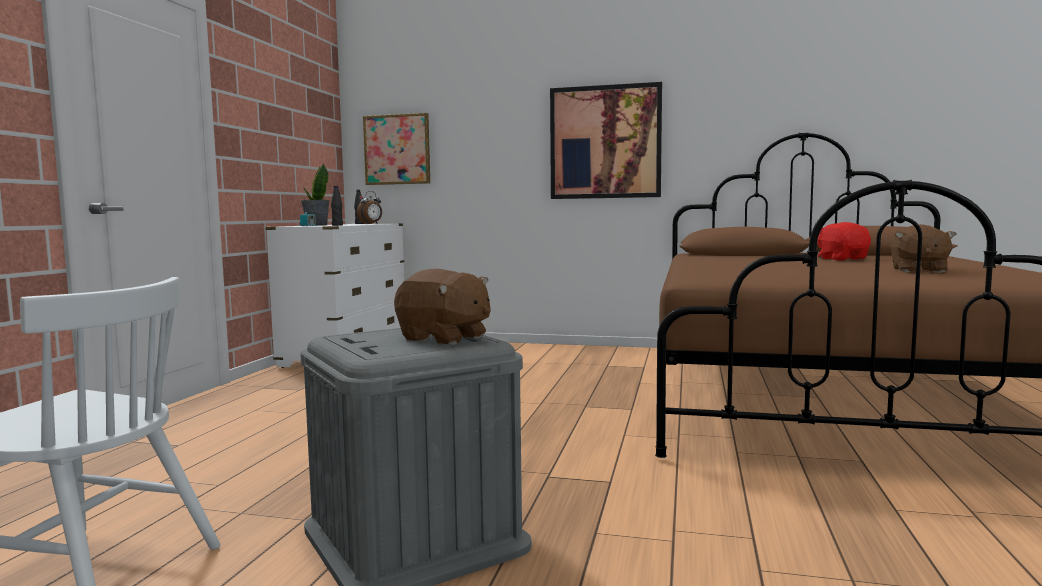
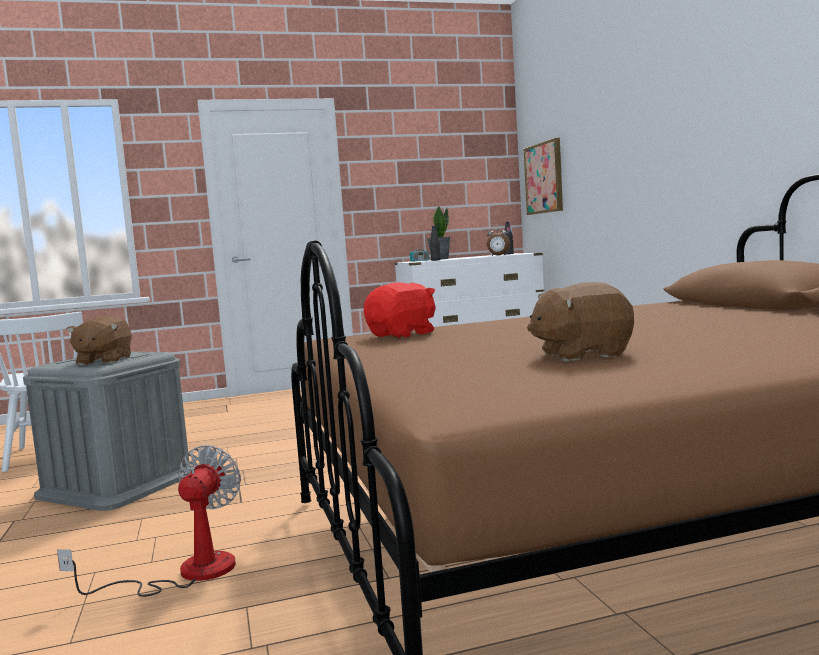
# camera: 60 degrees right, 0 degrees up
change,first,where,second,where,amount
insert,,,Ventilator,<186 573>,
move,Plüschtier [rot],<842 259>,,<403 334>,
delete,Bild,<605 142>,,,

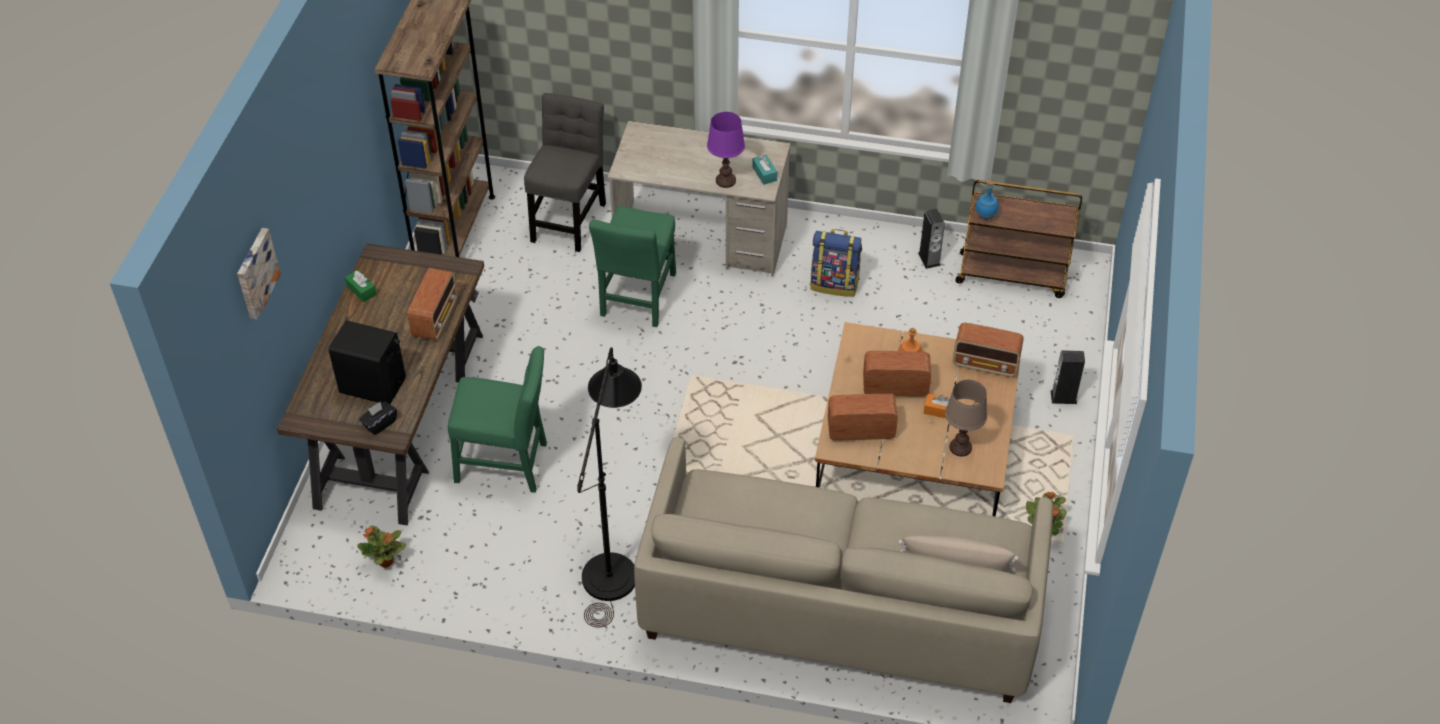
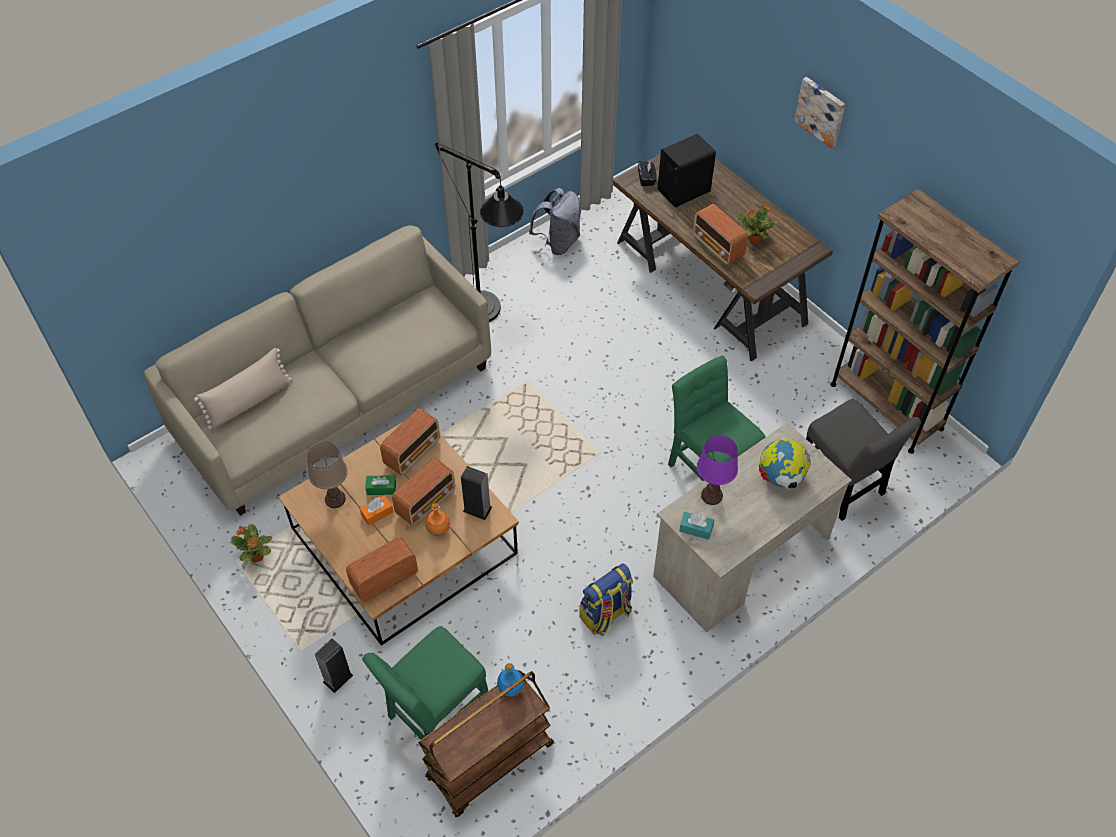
# camera: 130 degrees right, 5 degrees up
change,first,where,second,where,amount
move,Stuhl [grün],<506 464>,,<436 715>,
move,Taschentuchbox [grün],<361 290>,,<381 488>,
move,Lautsprecher,<929 259>,,<477 509>,
insert,,,Rucksack [grau],<558 242>,
move,Topfpflanze,<386 561>,,<753 239>,
insert,,,Globus,<780 477>,
move,Bild,<255 273>,,<821 111>,

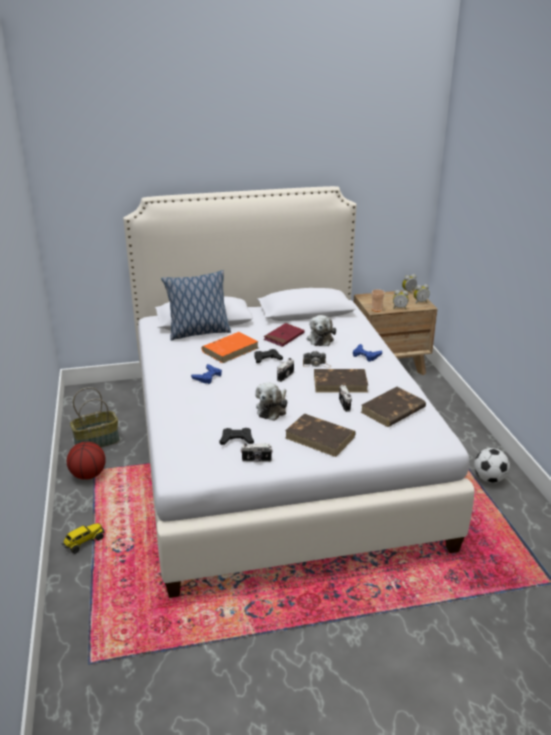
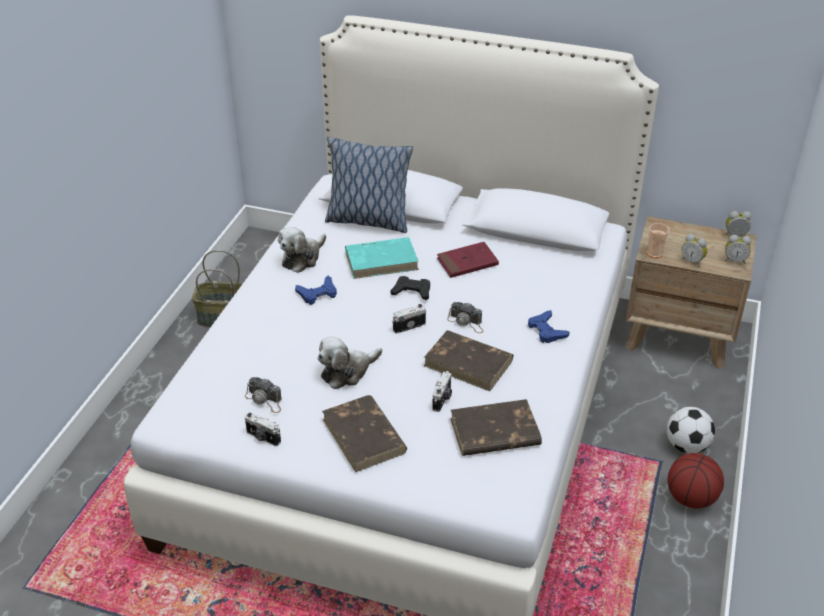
# camera: 30 degrees right, 10 degrees up
change,first,where,second,where,amount
replace,Gamepad [schwarz],<236 440>,Kamera,<265 400>,
move,Plüschtier,<320 339>,,<302 258>,
recolor,Buch [orange],<230 349>,Buch [türkis],<382 260>,
move,Fußball,<489 479>,,<686 446>,
move,Basketball,<88 475>,,<691 498>,
delete,Spielzeuglaster,<84 542>,,,

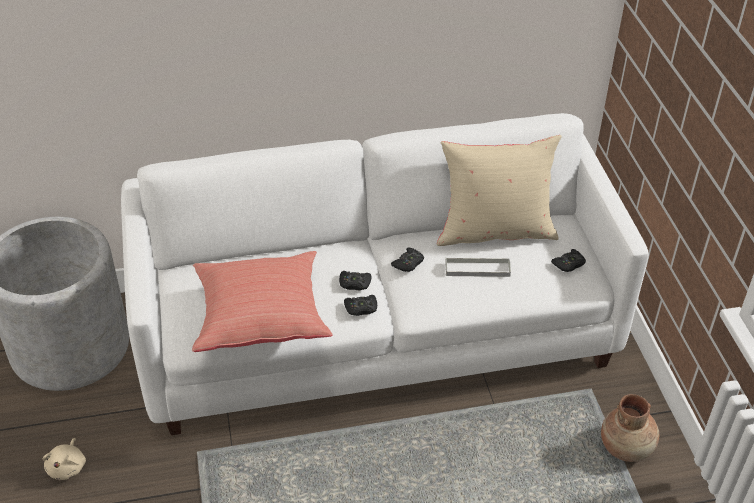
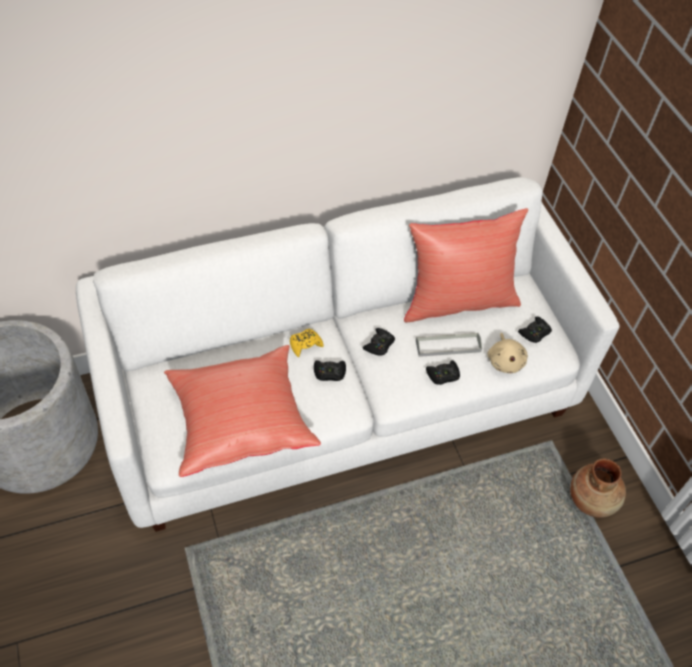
# camera: 10 degrees left, 10 degrees up
change,first,where,second,where,amount
insert,,,Gamepad [gelb],<305 344>,
recolor,Kissen [beige],<494 231>,Kissen [rot],<458 300>,
move,Gamepad [schwarz],<361 308>,,<443 375>,
move,Plüschtier [beige],<68 467>,,<505 361>,

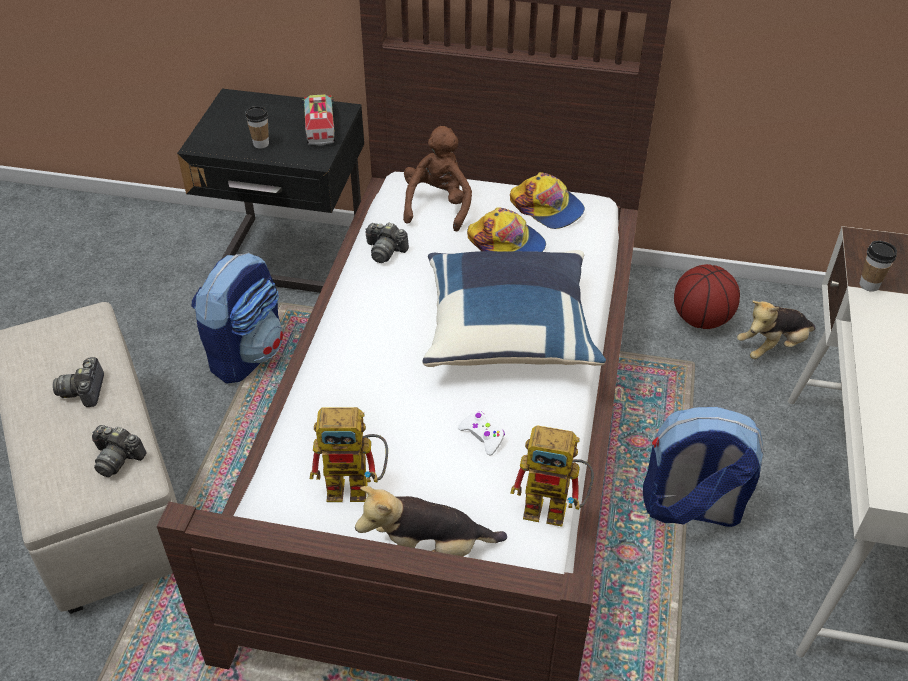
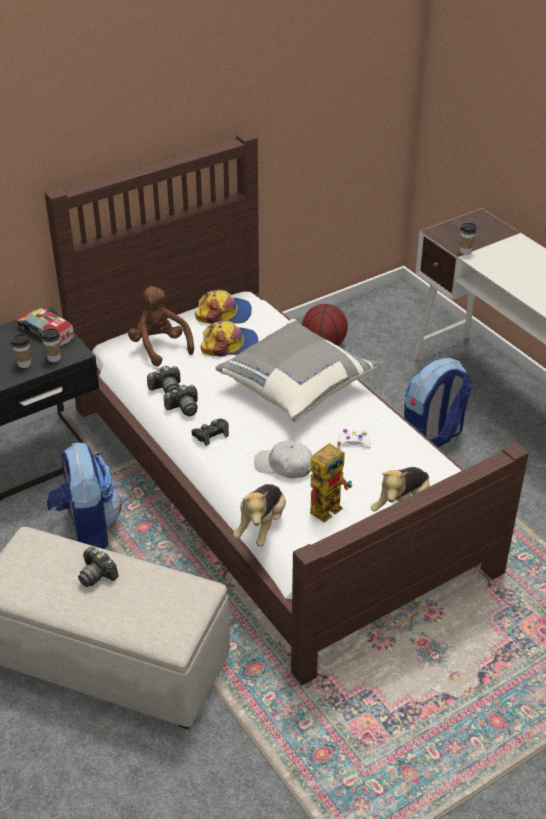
# camera: 45 degrees left, 5 degrees down
change,first,where,second,where,amount
insert,,,Tasse,<54 358>,
move,Kamera,<117 458>,,<183 408>,
insert,,,Gamepad [schwarz],<211 434>,
recolor,Kissen [blau],<509 331>,Kissen [grau],<295 387>,
move,Plüschtier,<773 347>,,<262 526>,
insert,,,Kappe [weiß],<284 466>,
delete,Spielzeugroboter,<555 509>,,,

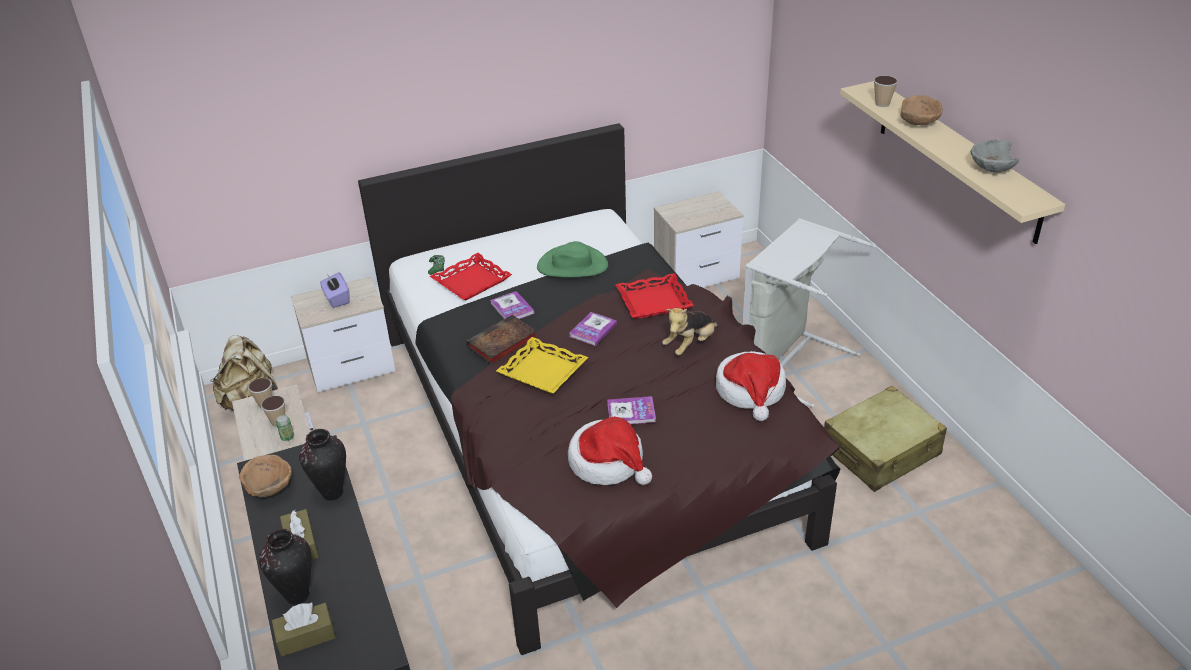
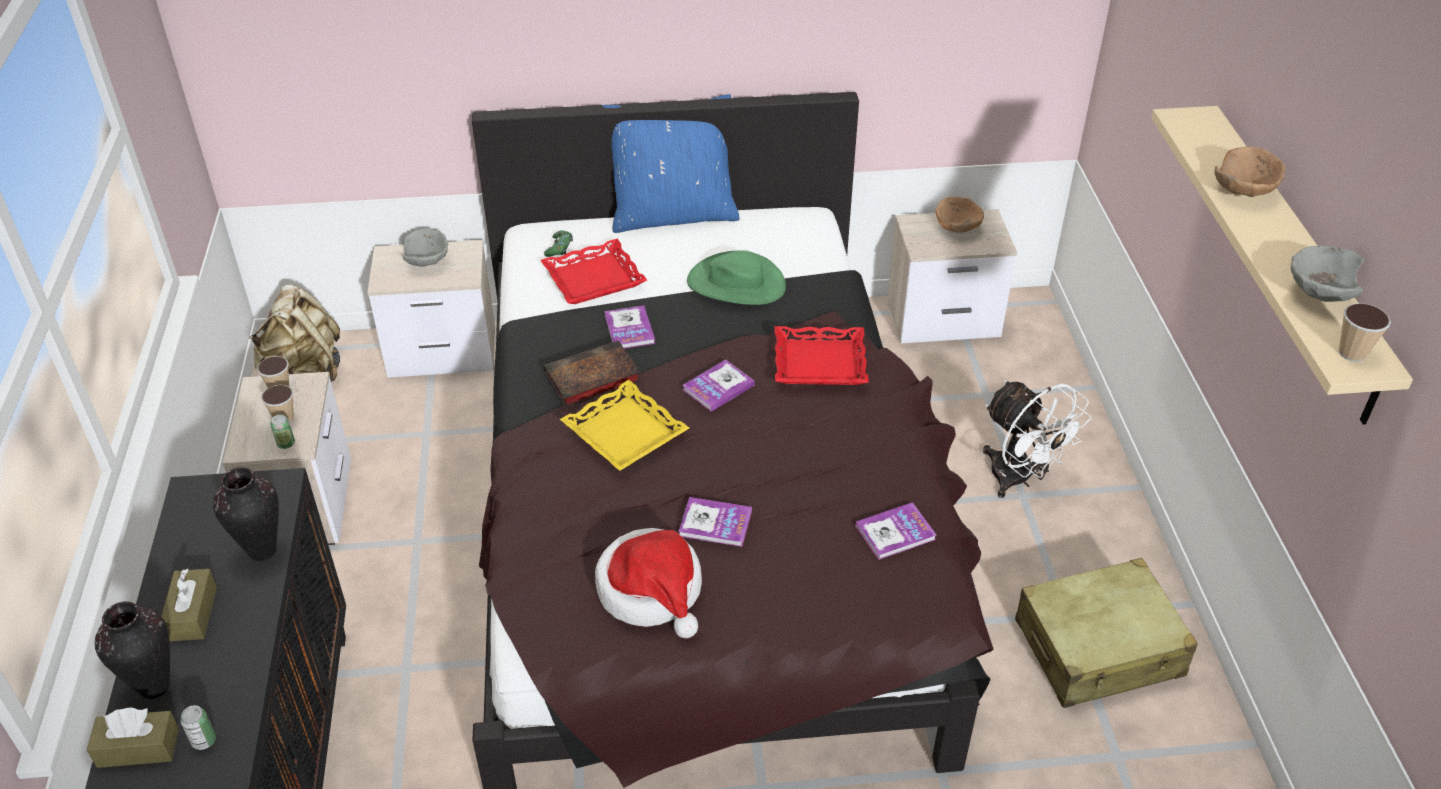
# camera: 15 degrees right, 5 degrees up
change,first,where,second,where,amount
insert,,,Dose,<204 740>,
replace,Taschentuchbox [lila],<337 299>,Schüssel [grau],<428 263>,
insert,,,Kissen [blau],<673 214>,
replace,Hut,<751 391>,Buch,<895 532>,
move,Schüssel [braun],<271 489>,,<958 229>,
replace,Wäschekorb [grau],<788 362>,Ventilator [weiß],<1019 479>,
move,Tasse,<882 104>,,<1352 353>,
delete,Plüschtier,<690 344>,,,

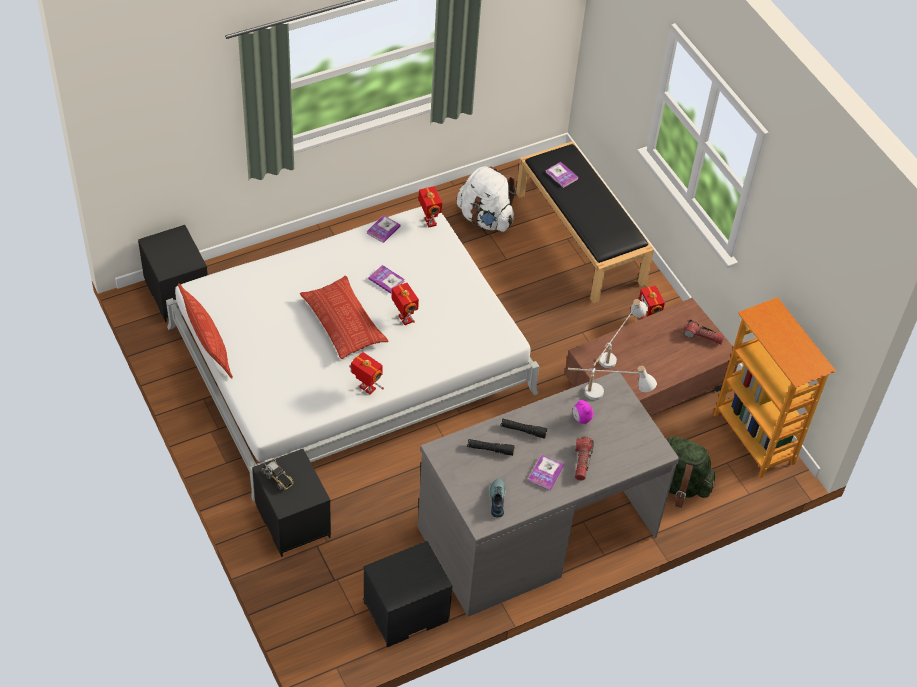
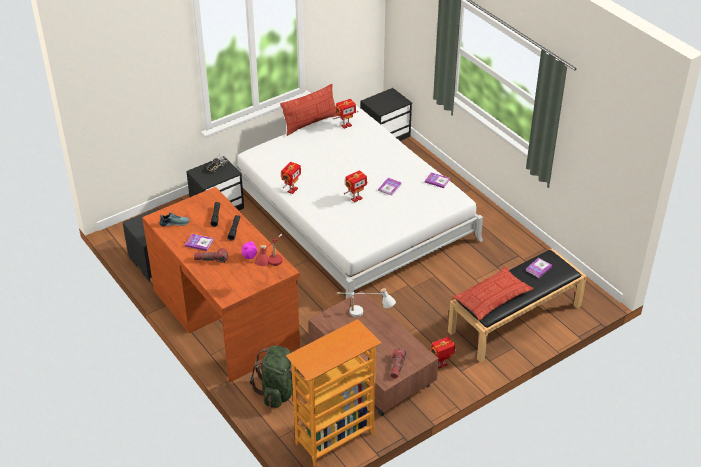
# camera: 85 degrees right, 10 degrees down
change,first,where,second,where,amount
recolor,Schreibtisch [grau],<535 531>,Schreibtisch [braun],<226 317>,
recolor,Tischlampe [weiß],<607 397>,Tischlampe [rot],<272 268>,
move,Spielzeugroboter,<429 222>,,<346 125>,
move,Kissen,<343 322>,,<492 297>,
delete,Rucksack [weiß],<485 218>,,,

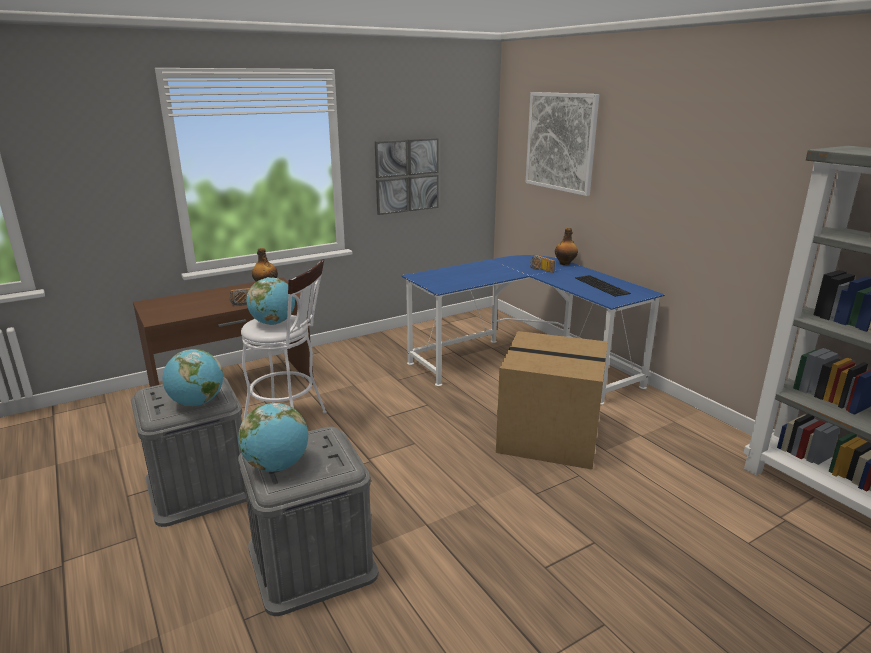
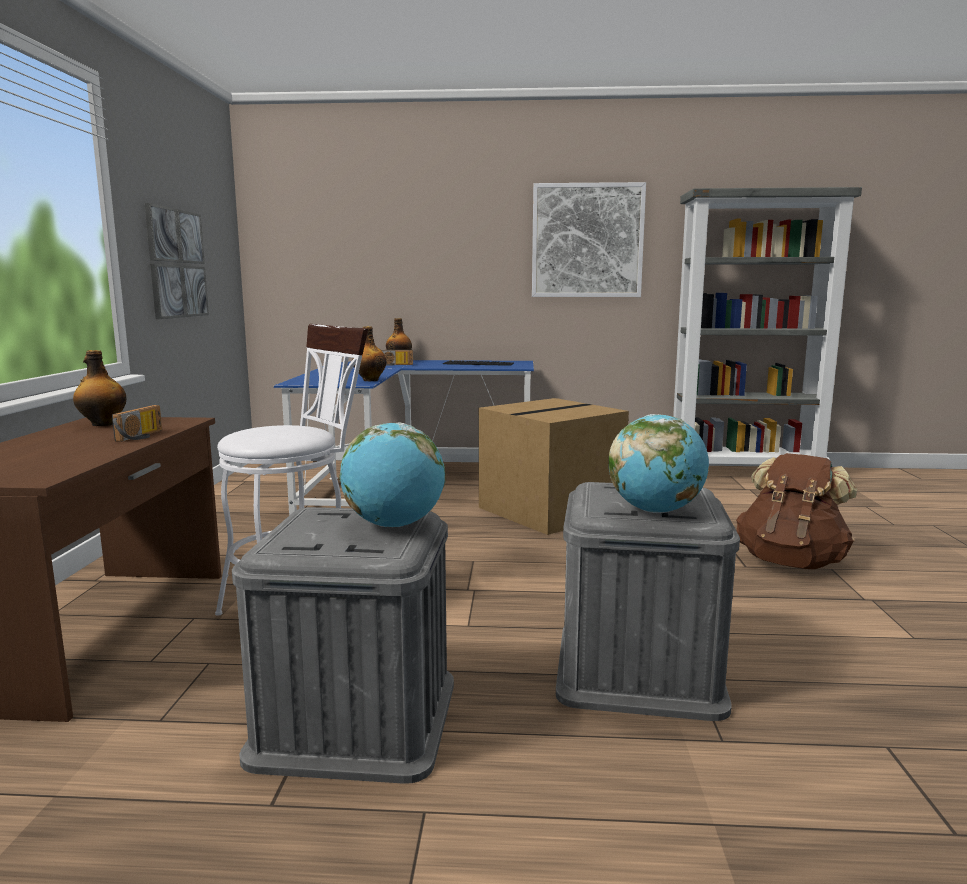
# camera: 55 degrees left, 10 degrees down
change,first,where,second,where,amount
insert,,,Flasche,<370 380>,
move,Bild,<560 142>,,<587 241>,
insert,,,Rucksack [braun],<790 562>,
delete,Globus,<273 323>,,,

